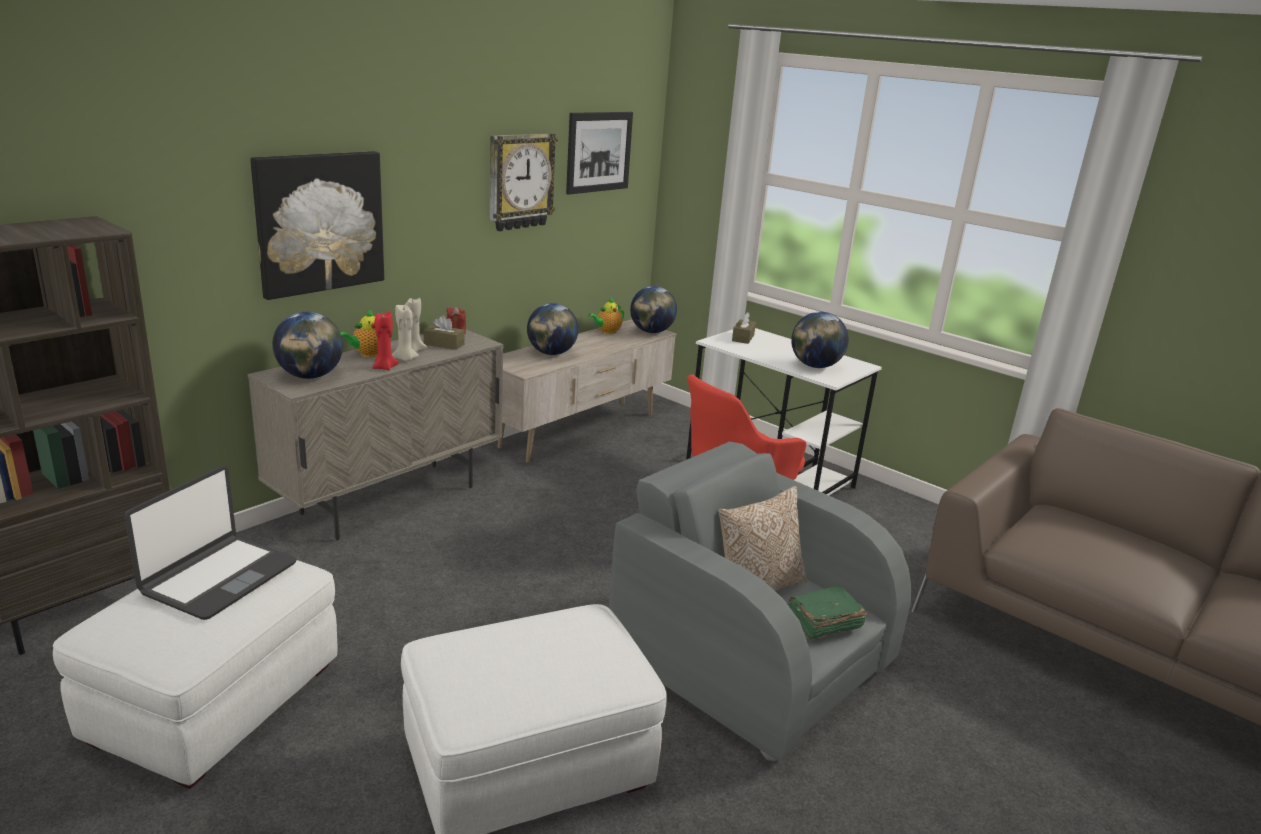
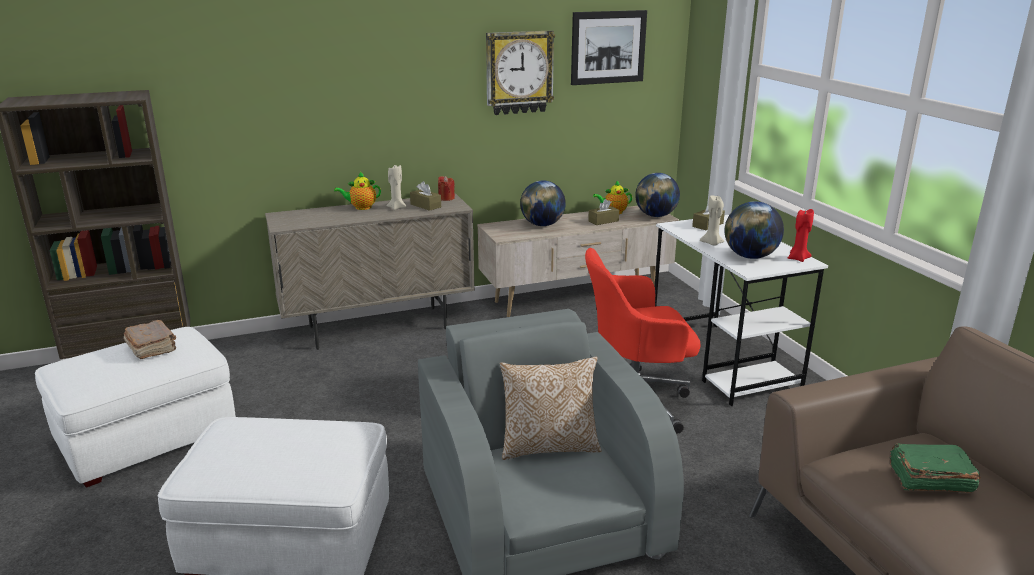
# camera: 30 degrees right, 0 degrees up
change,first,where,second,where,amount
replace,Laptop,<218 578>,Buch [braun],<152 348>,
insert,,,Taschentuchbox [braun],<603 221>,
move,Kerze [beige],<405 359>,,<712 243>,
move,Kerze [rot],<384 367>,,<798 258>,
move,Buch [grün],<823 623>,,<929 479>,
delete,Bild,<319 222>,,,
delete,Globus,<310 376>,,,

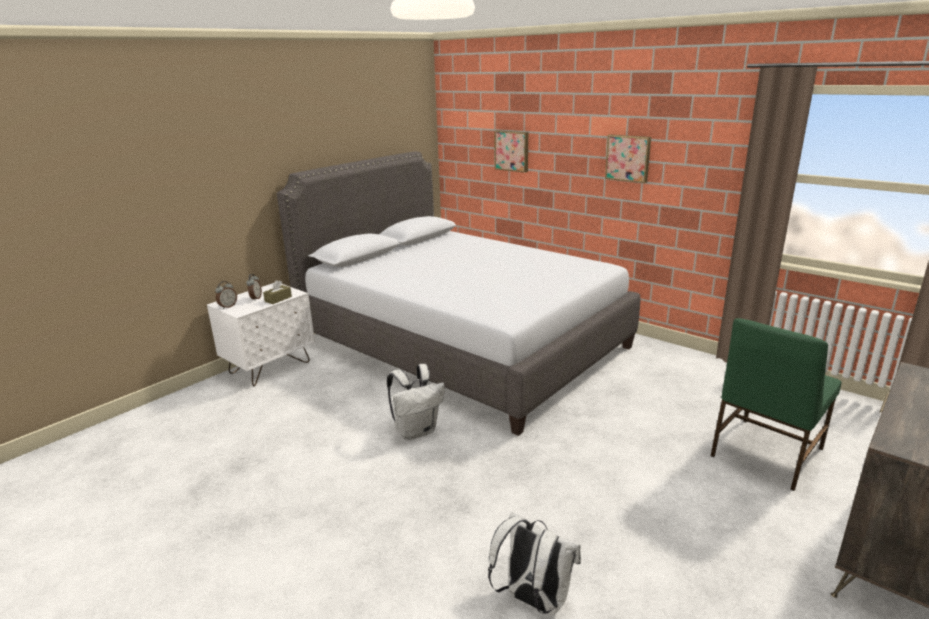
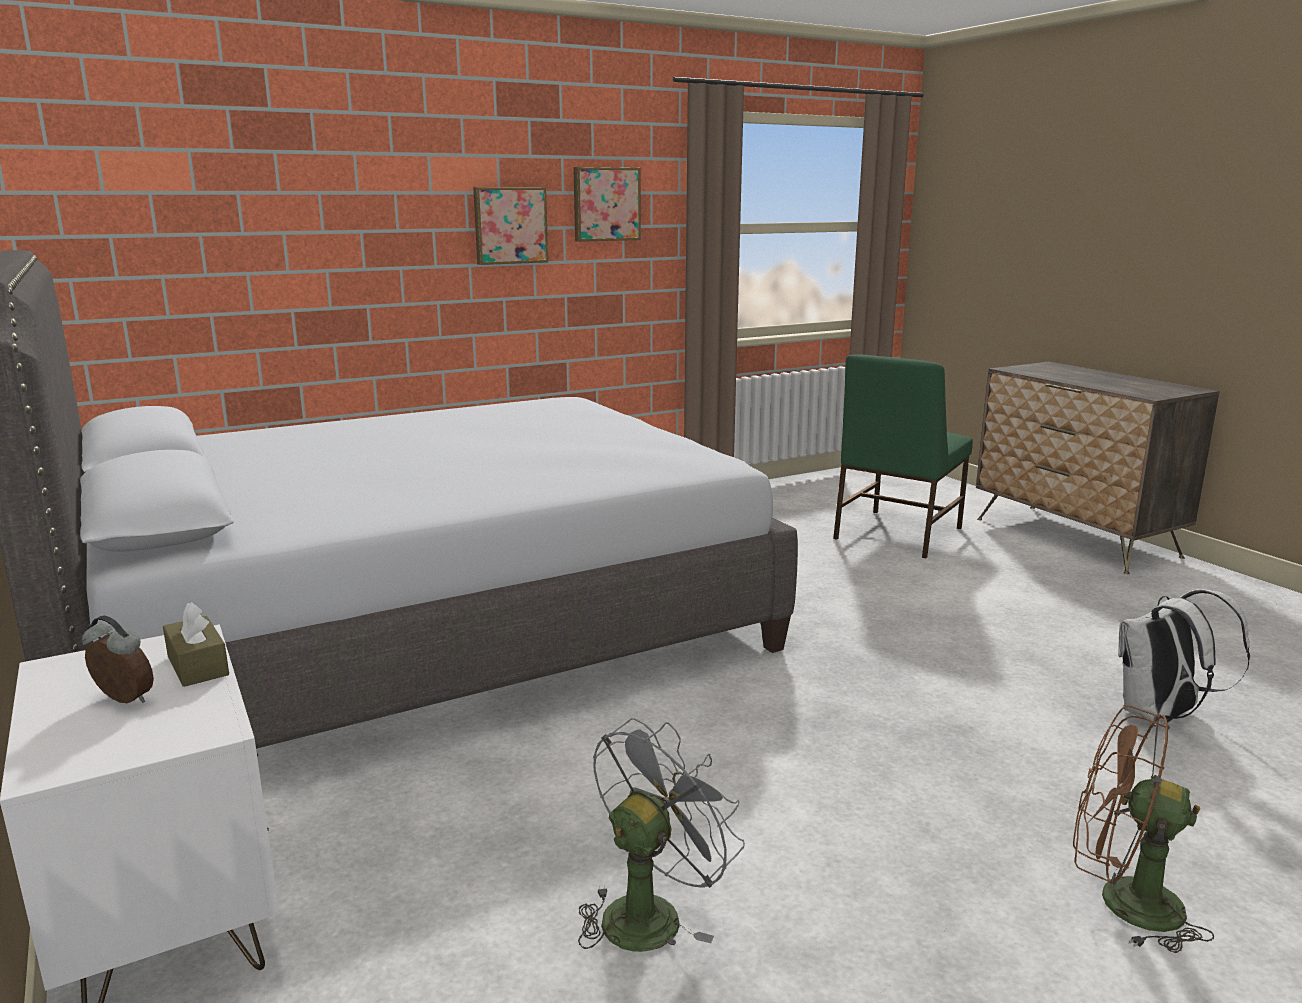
# camera: 70 degrees left, 5 degrees down
change,first,where,second,where,amount
move,Bild,<512 150>,,<605 204>,
insert,,,Ventilator [grau],<650 912>,
rotate,Stuhl [grün],<765 453>,,<896 534>,60 degrees clockwise
insert,,,Ventilator [braun],<1122 902>,
delete,Wecker,<227 306>,,,
delete,Rucksack [weiß],<416 431>,,,

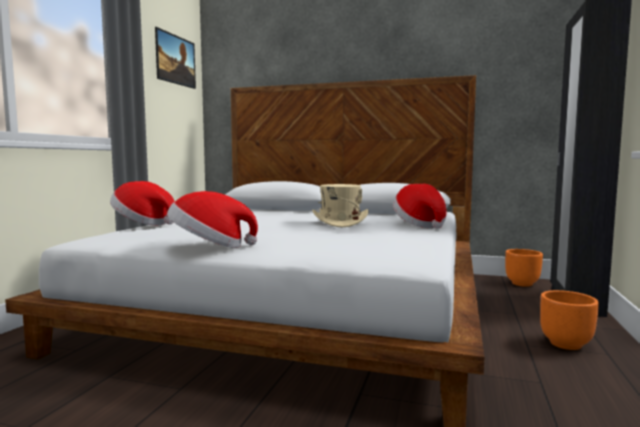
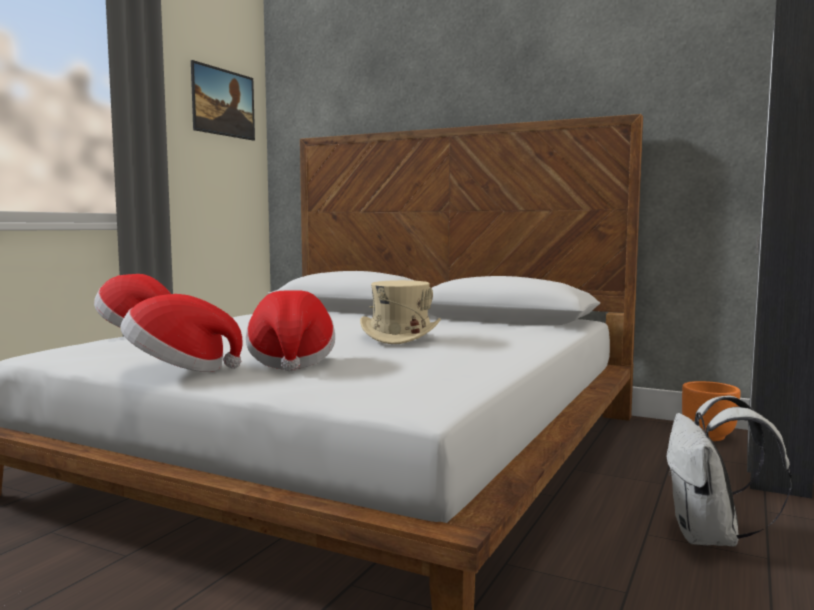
# camera: 10 degrees right, 0 degrees up
change,first,where,second,where,amount
move,Hut,<420 225>,,<291 361>,
replace,Pflanzkübel [orange],<566 344>,Rucksack [weiß],<710 538>,

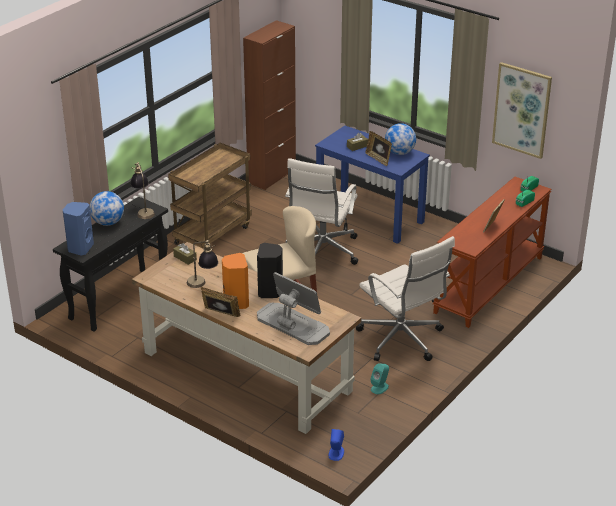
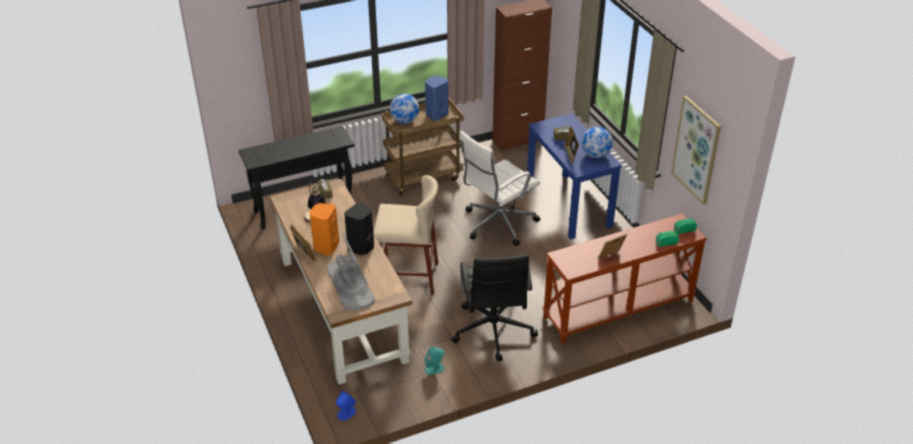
# camera: 30 degrees right, 5 degrees up
change,first,where,second,where,amount
move,Globus,<108 223>,,<404 121>,
move,Lautsprecher [blau],<80 248>,,<436 114>,
recolor,Bürostuhl [weiß],<402 340>,Bürostuhl [schwarz],<493 332>,
delete,Tischlampe,<143 210>,,,

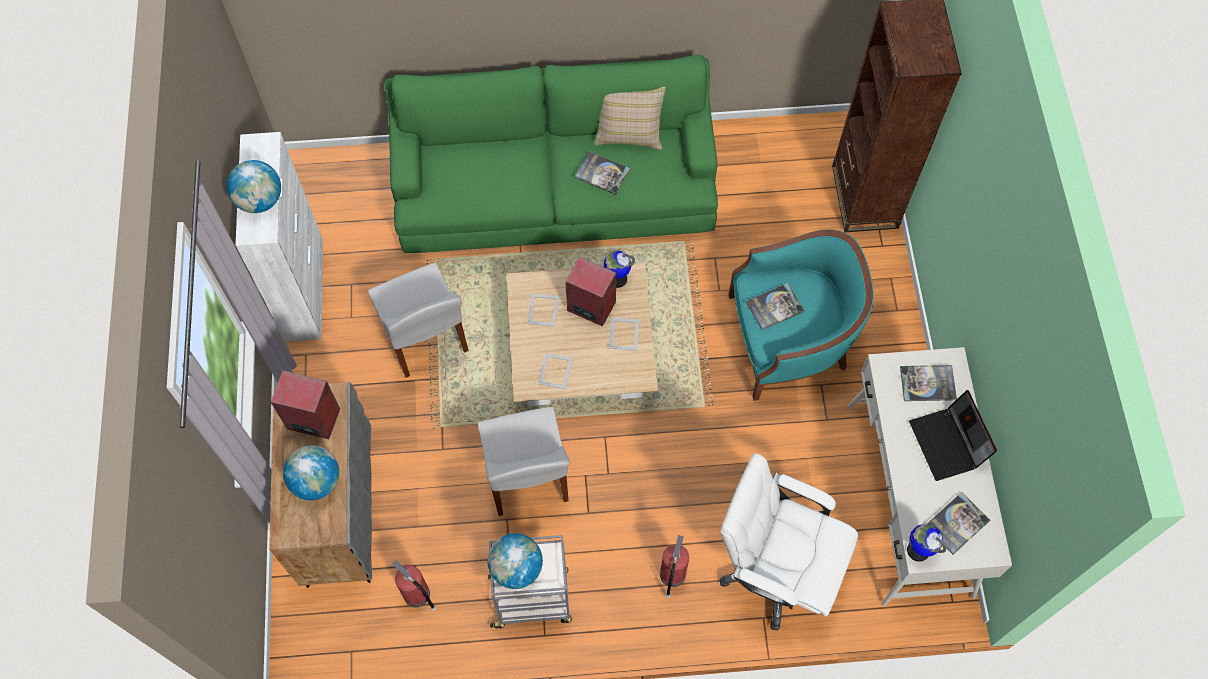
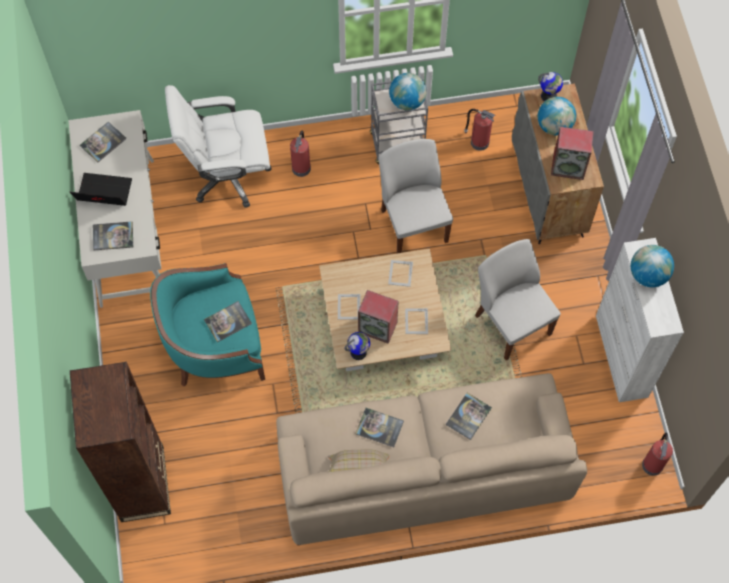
# camera: 175 degrees right, 0 degrees up
change,first,where,second,where,amount
rotate,Laptop,<947 444>,,<103 194>,60 degrees counterclockwise
rotate,Bürostuhl [weiß],<776 571>,,<227 175>,150 degrees clockwise
recolor,Sofa [grün],<555 189>,Sofa [beige],<423 468>,
insert,,,Buch,<468 416>,
move,Globus,<918 550>,,<548 96>,
insert,,,Feuerlöscher,<652 464>,

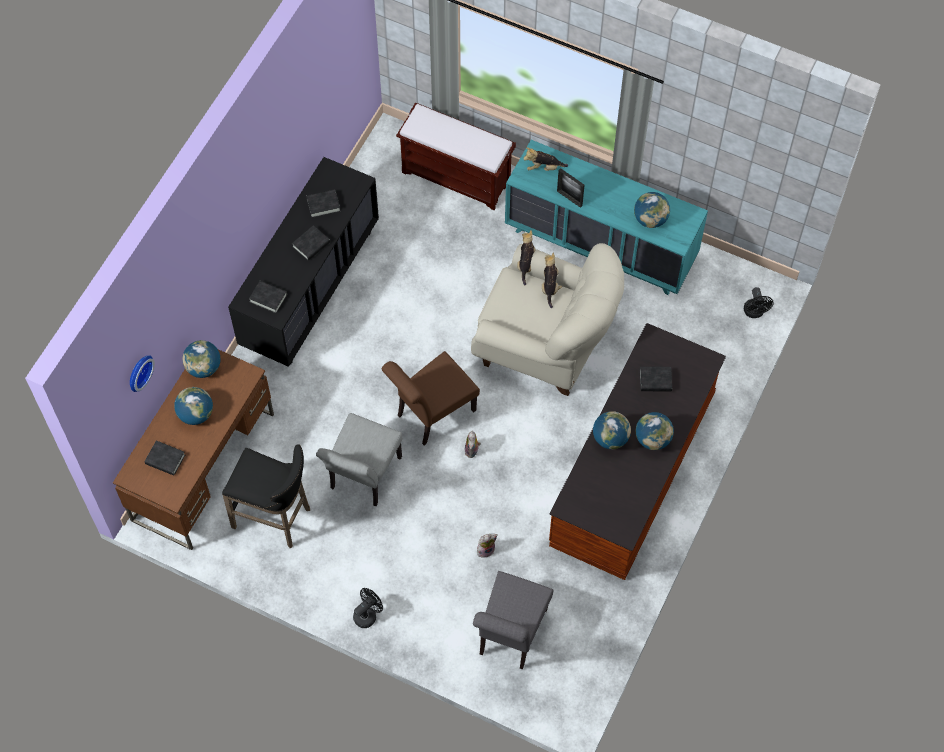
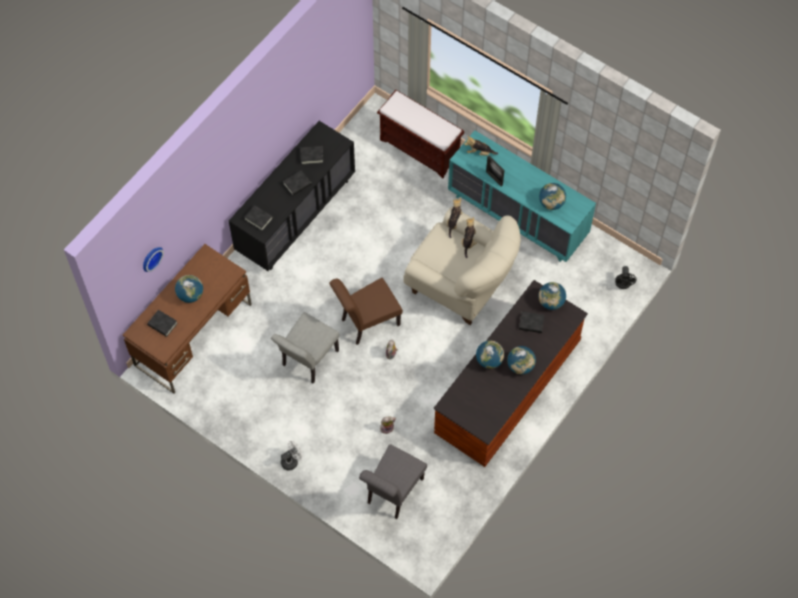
# camera: 10 degrees right, 0 degrees up
change,first,where,second,where,amount
recolor,Ventilator [schwarz],<367 614>,Ventilator [weiß],<291 461>,
move,Globus,<204 367>,,<551 302>,
delete,Hocker [schwarz],<275 518>,,,

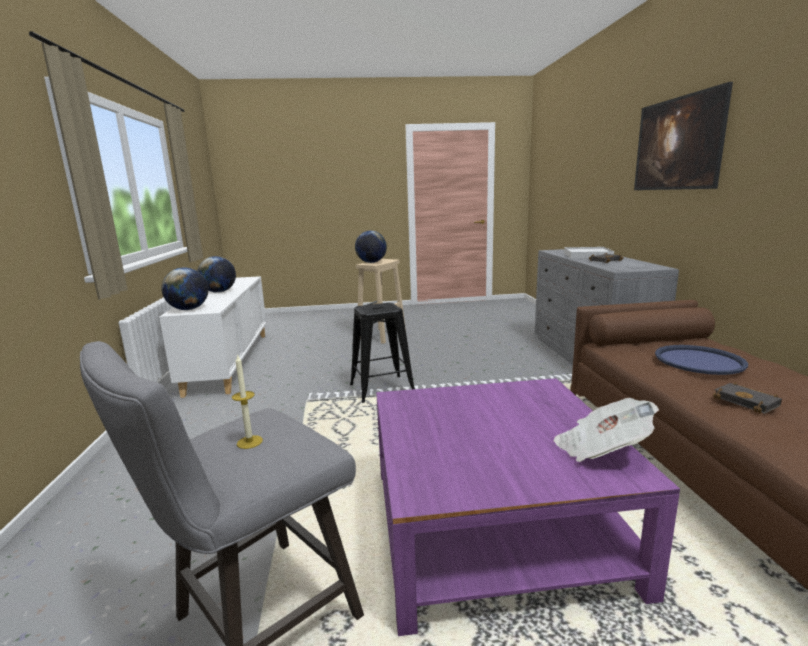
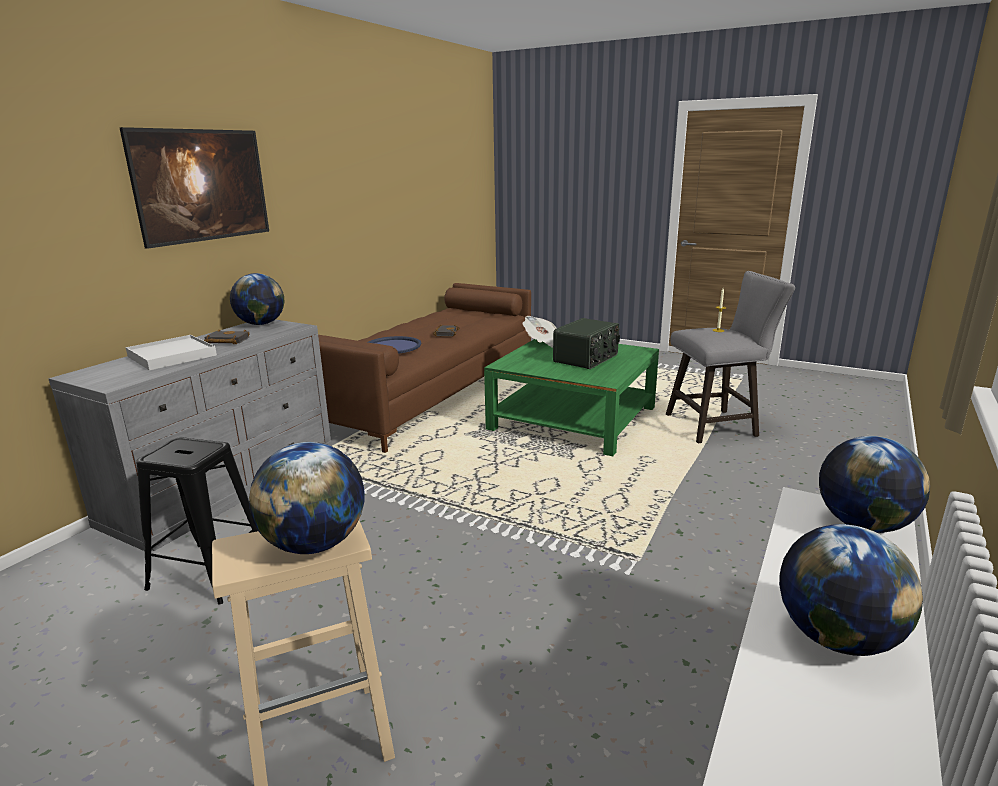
# camera: 145 degrees left, 5 degrees up
change,first,where,second,where,amount
move,Hocker [schwarz],<381 389>,,<210 573>,
insert,,,Globus,<261 324>,
recolor,Couchtisch [lila],<493 525>,Couchtisch [grün],<573 418>,
insert,,,Radio,<586 358>,

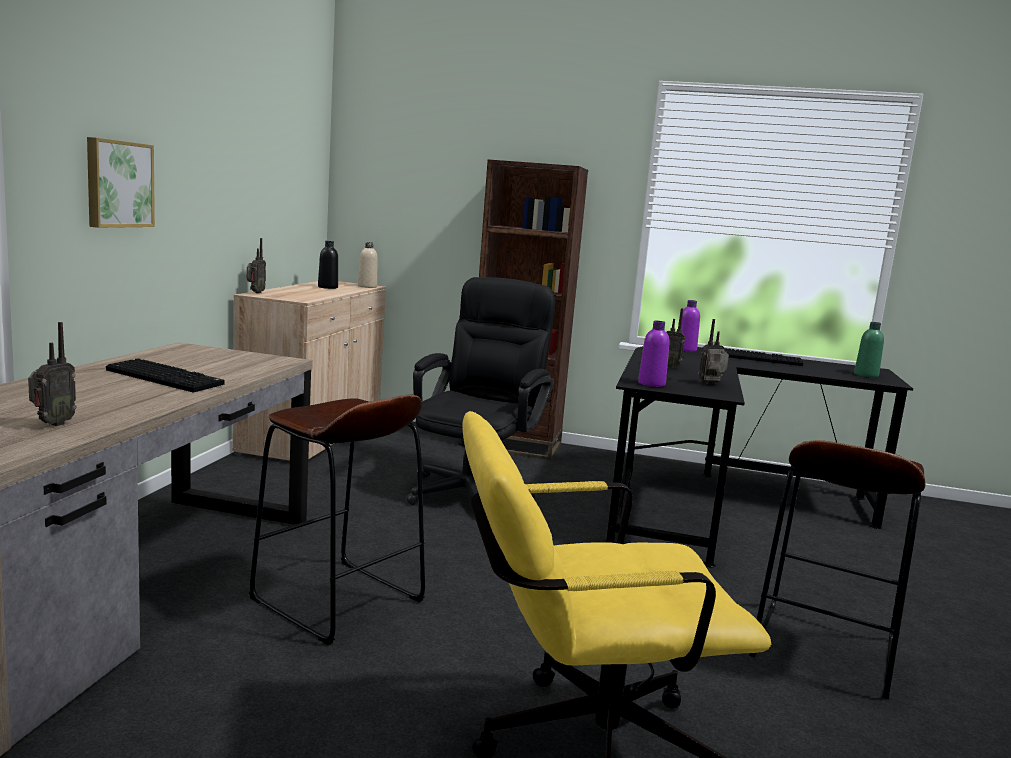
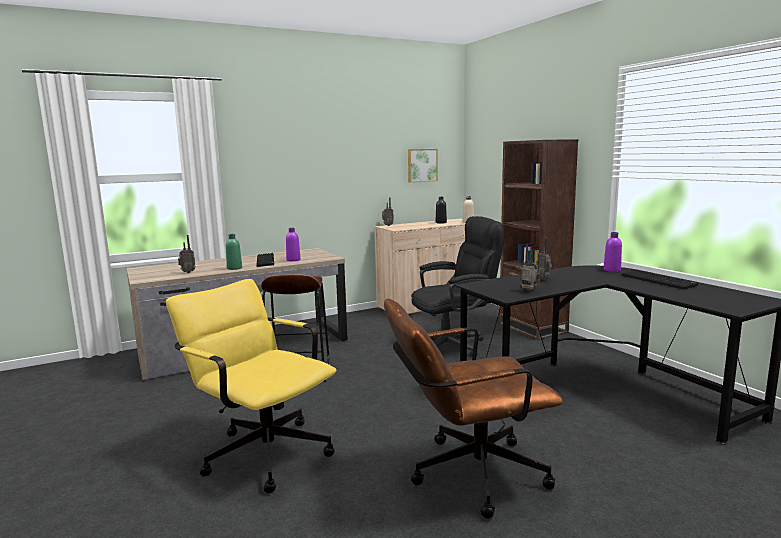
# camera: 50 degrees right, 0 degrees up
change,first,where,second,where,amount
move,Flasche [grün],<866 375>,,<234 268>,
move,Flasche [lila],<651 384>,,<293 260>,
replace,Hocker [braun],<822 648>,Bürostuhl [braun],<467 475>,
move,Bild,<118 184>,,<422 165>,

